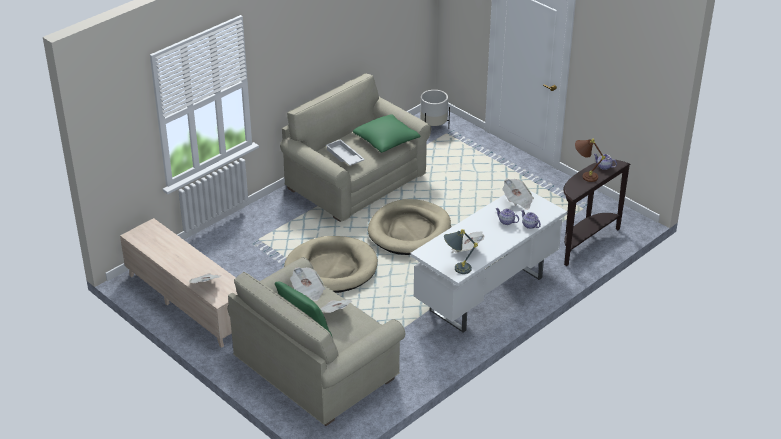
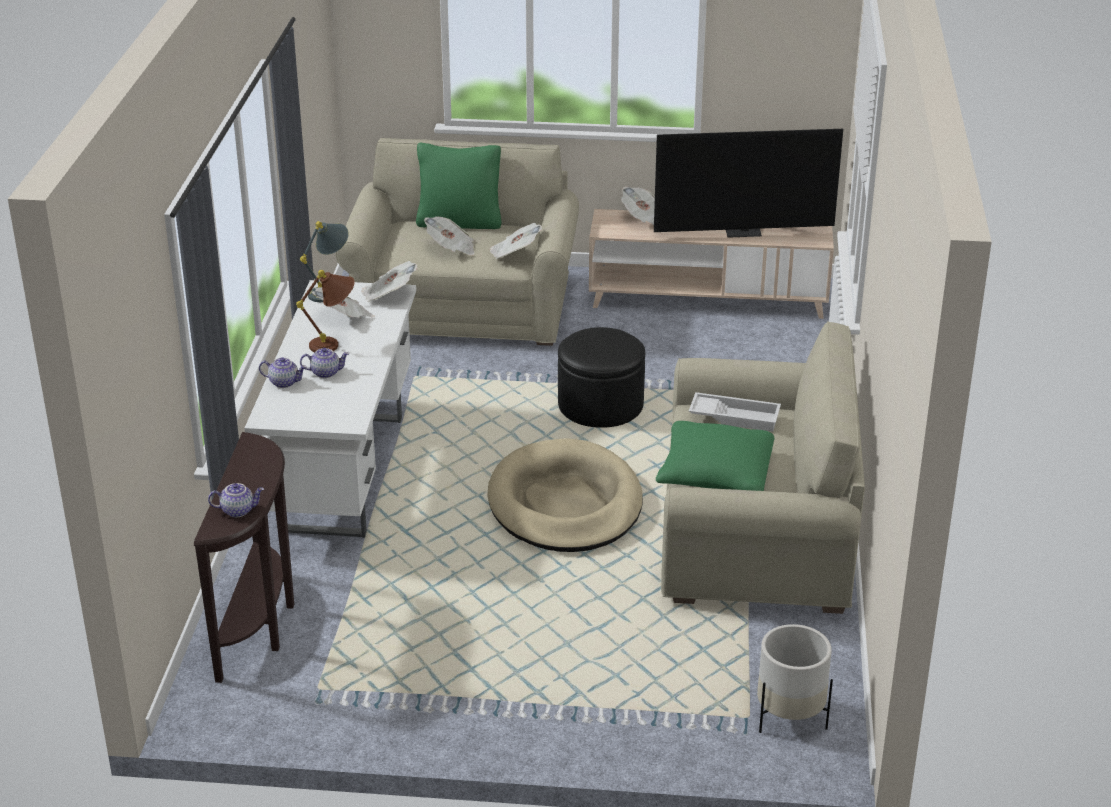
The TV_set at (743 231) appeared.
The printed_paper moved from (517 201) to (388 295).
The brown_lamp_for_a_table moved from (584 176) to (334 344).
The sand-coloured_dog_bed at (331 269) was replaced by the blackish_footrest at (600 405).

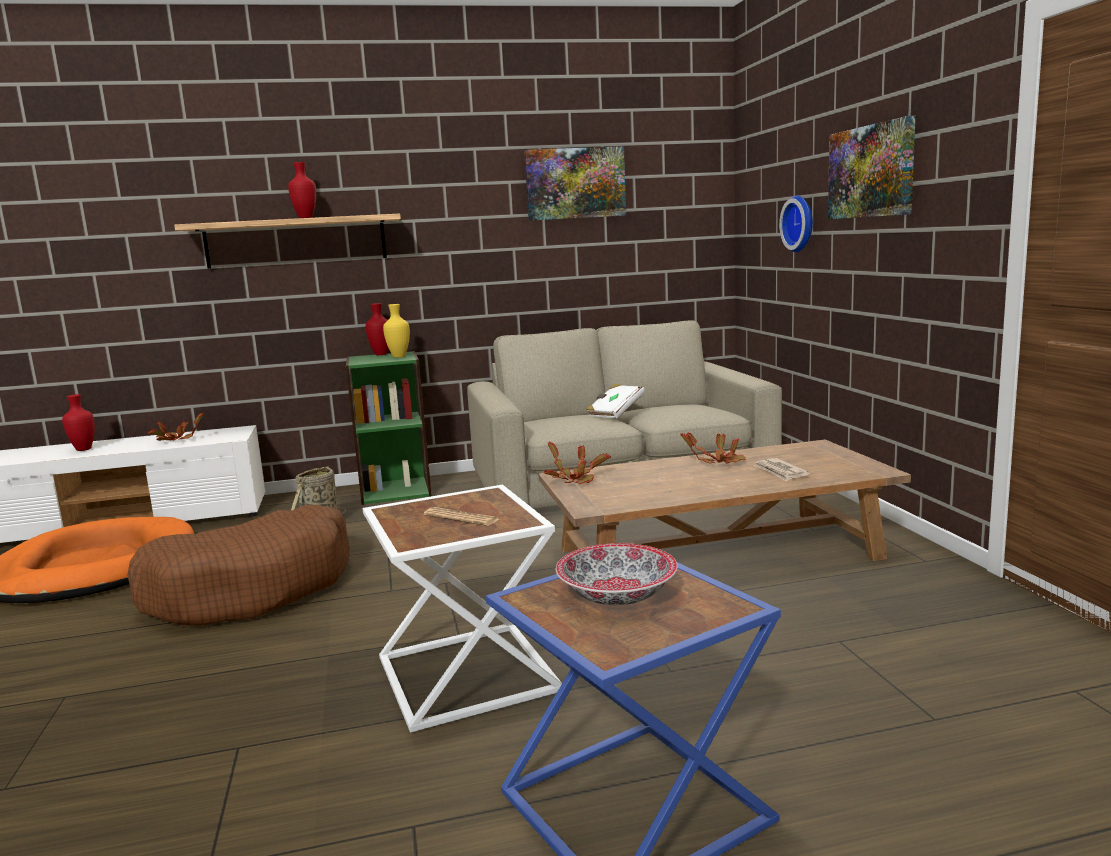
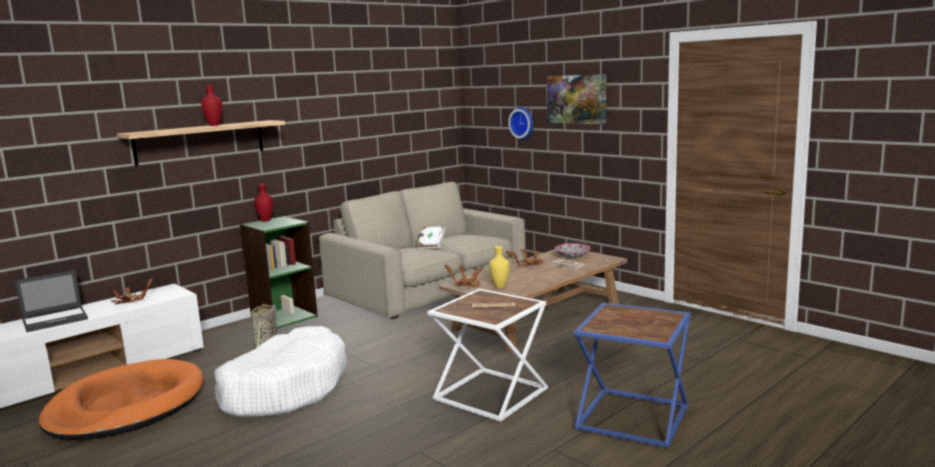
The wall_picture at (575 183) disappeared.
The yellow-coloured_flower_vase moved from (399 356) to (499 286).
The serving_bowl moved from (617 595) to (572 256).
The reddish_flower_vase at (85 449) was replaced by the portable_computer at (56 319).
The brown_dog_bed at (252 588) became the whitish_dog_bed at (285 388).

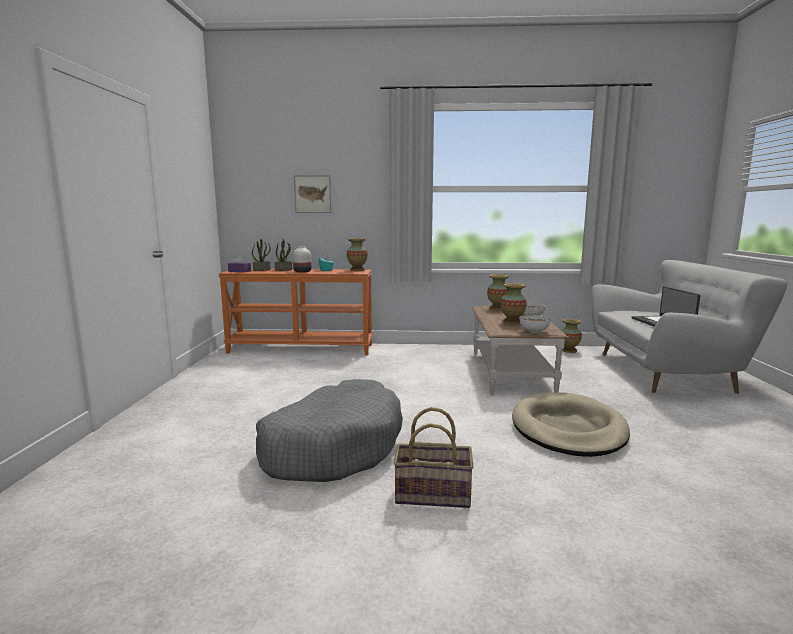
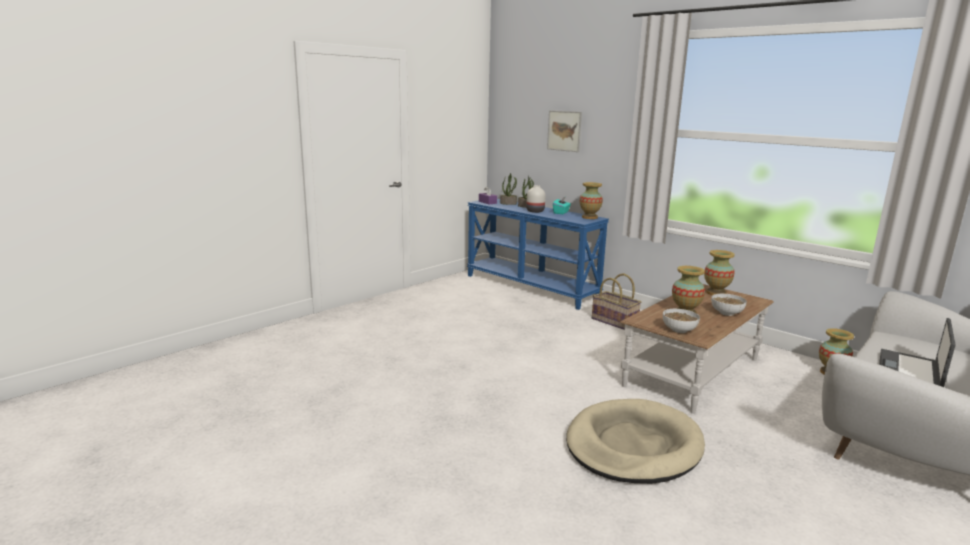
The grey_dog_bed at (332 447) disappeared.
The basket moved from (433 494) to (615 321).
The orange_narrow_table at (301 348) became the blue_narrow_table at (531 287).

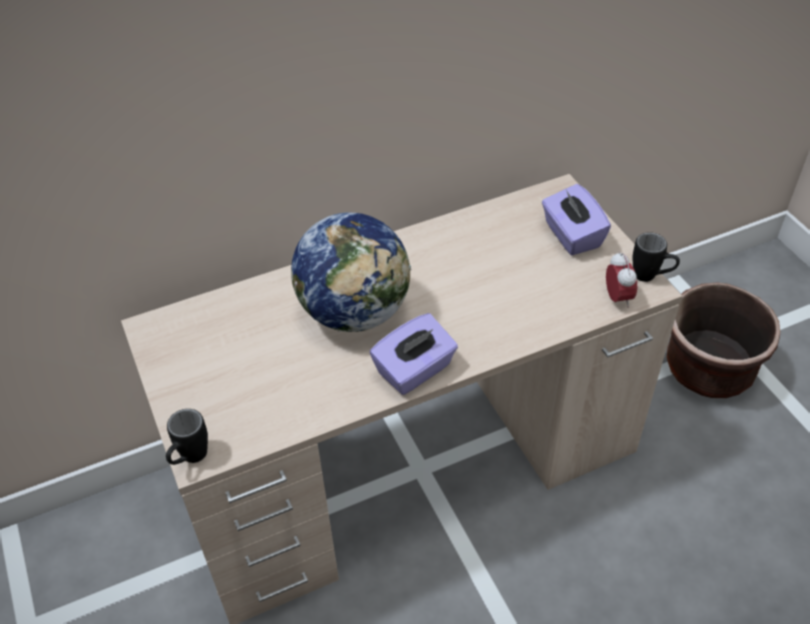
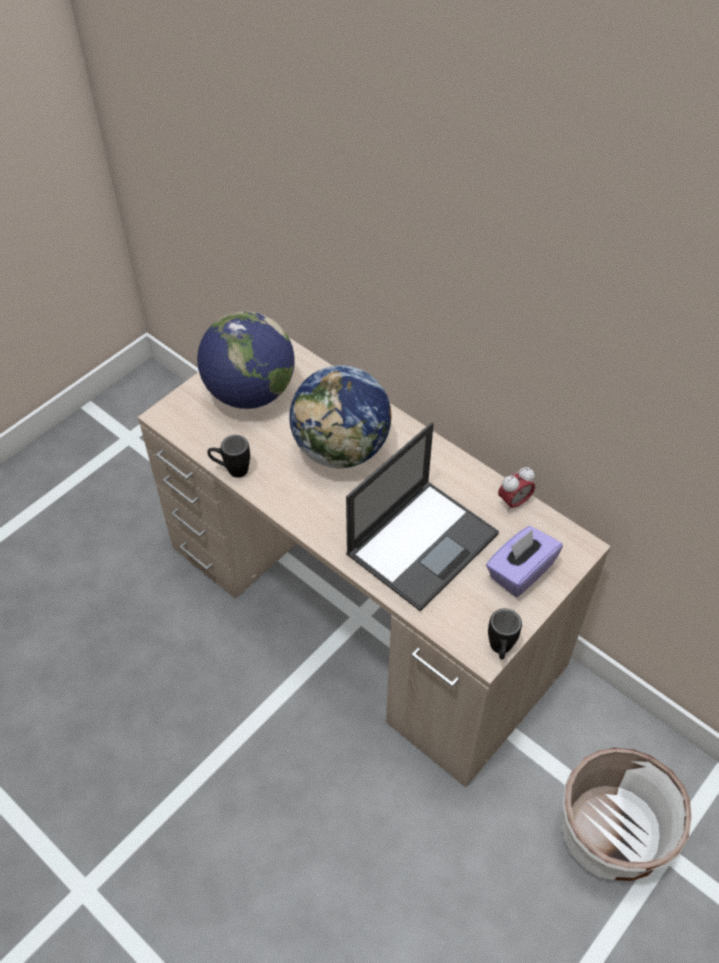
The purple-coloured_tissue_holder at (415 370) disappeared.
The globe at (250 393) appeared.
The portable_computer at (423 542) appeared.
The blackish_coffee_mug moved from (190 459) to (231 470).
The alarm_clock moved from (617 298) to (514 502).
The brown_planter at (709 368) became the whitish_planter at (611 834).

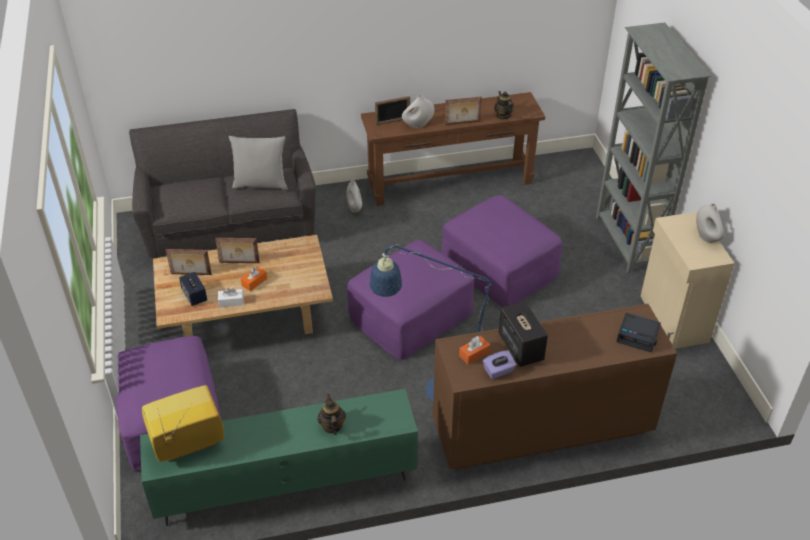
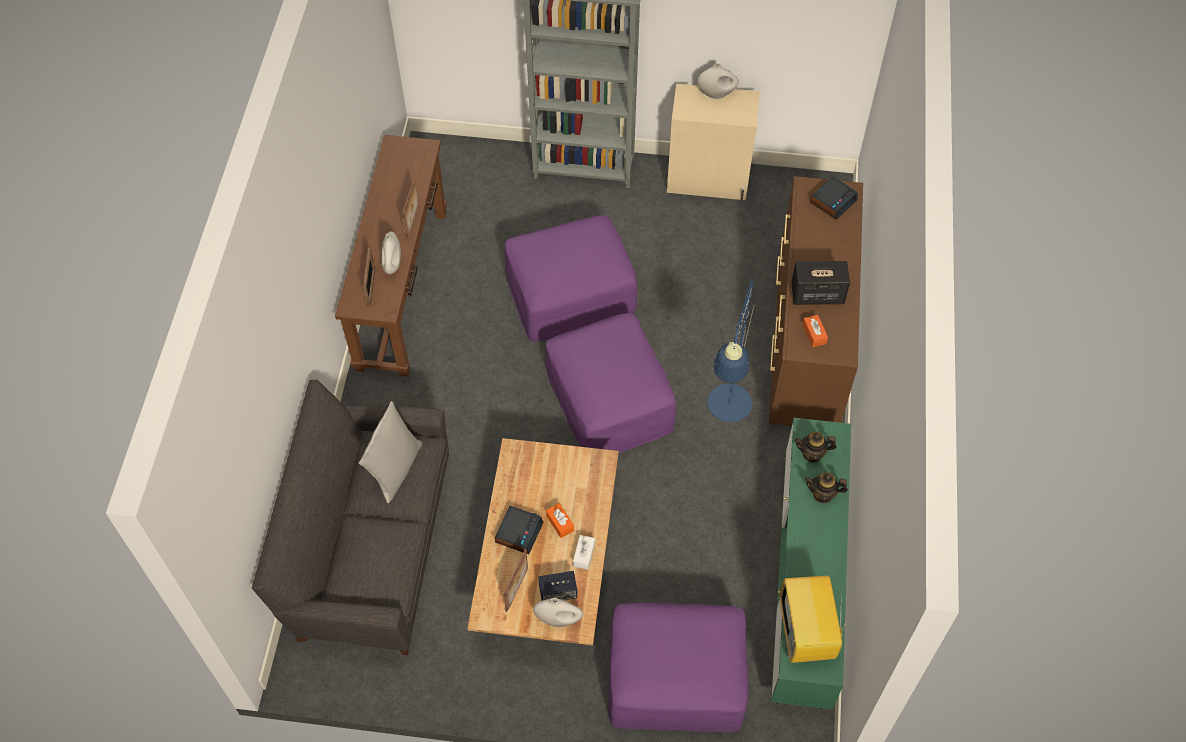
The purple-coloured_tissue_holder at (498 371) disappeared.
The whitish_flower_vase moved from (354 208) to (558 620).
The teapot moved from (503 116) to (812 454).
The standing_frame at (239 263) was replaced by the alarm_clock at (519 532).

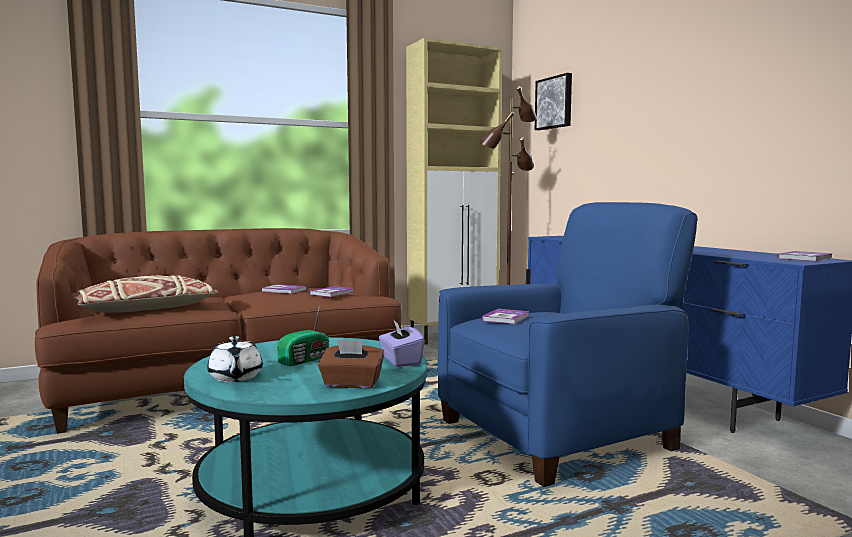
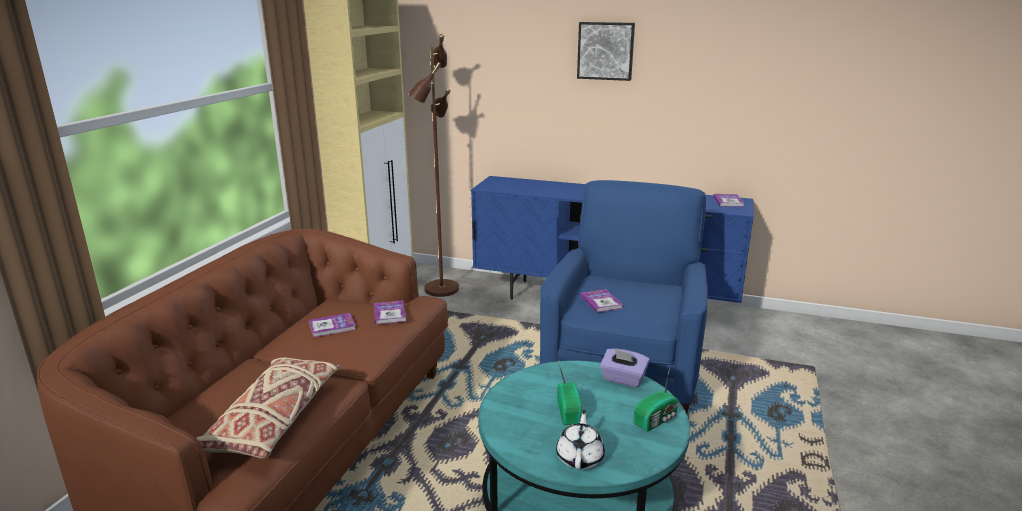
The wall_picture moved from (554 102) to (605 51).
The brown_tissue_holder at (351 384) was replaced by the radio_set at (657 420).
The whitish_teapot at (235 377) turned 105 degrees counterclockwise.

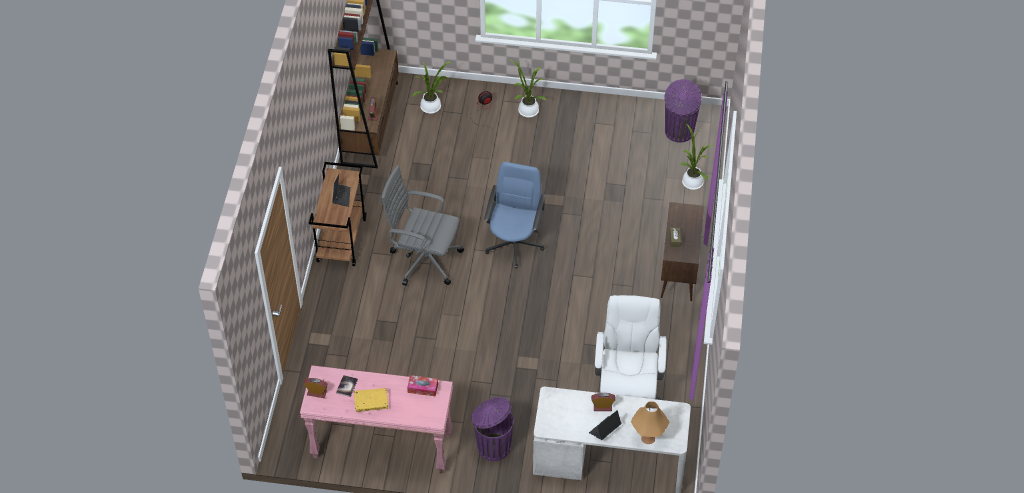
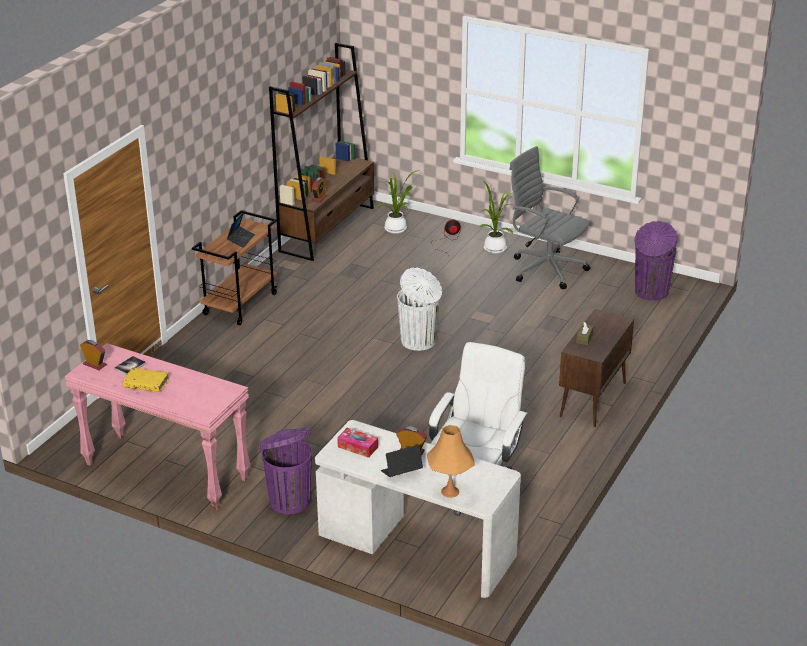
The plant_in_a_pot at (692 181) disappeared.
The grey_office_chair moved from (424 259) to (546 268).
The tissue_holder moved from (422 388) to (357 447).
The blue_office_chair at (514 243) was replaced by the whitish_trash_can at (419 341).

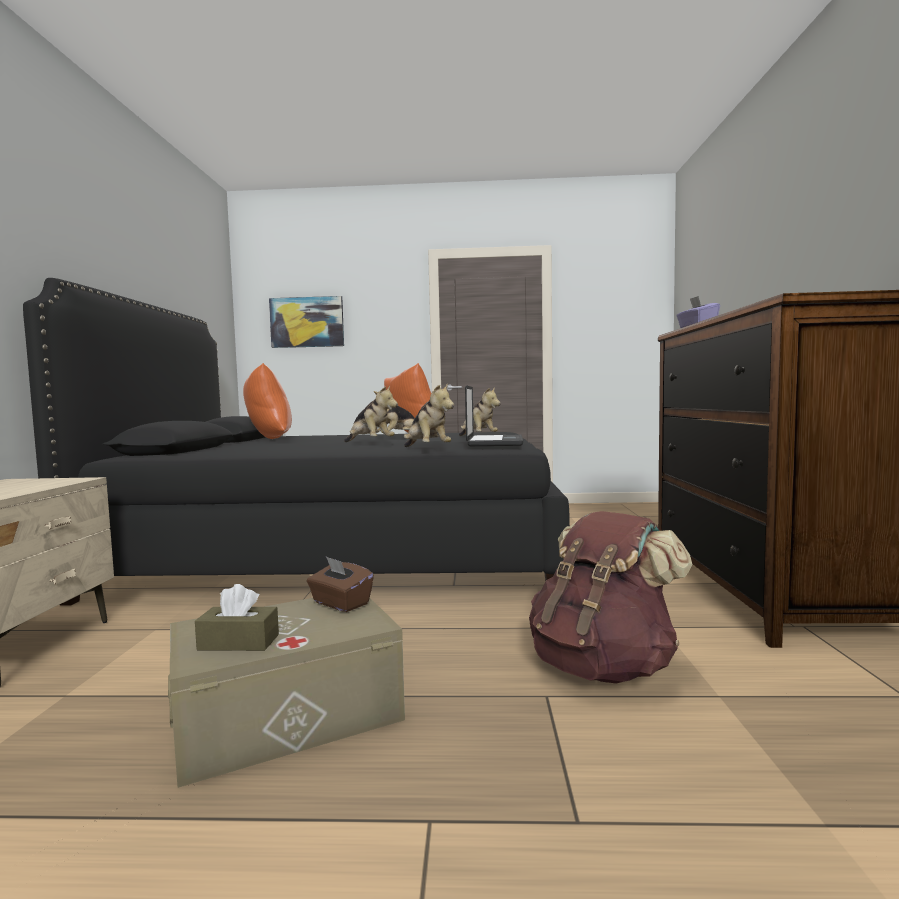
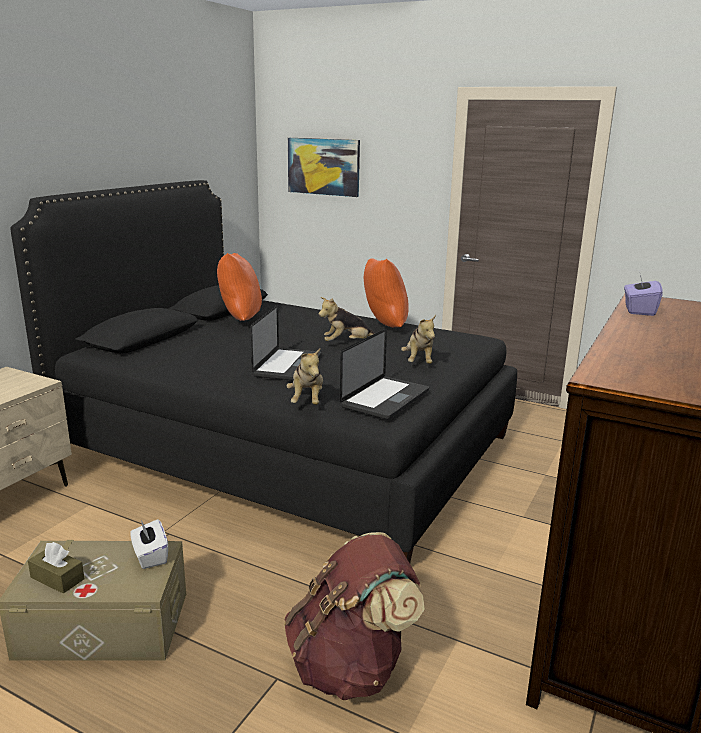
The cuddly_toy at (370 443) was replaced by the portable_computer at (288 366).
The brown_tissue_holder at (340 603) became the whitish_tissue_holder at (150 556).

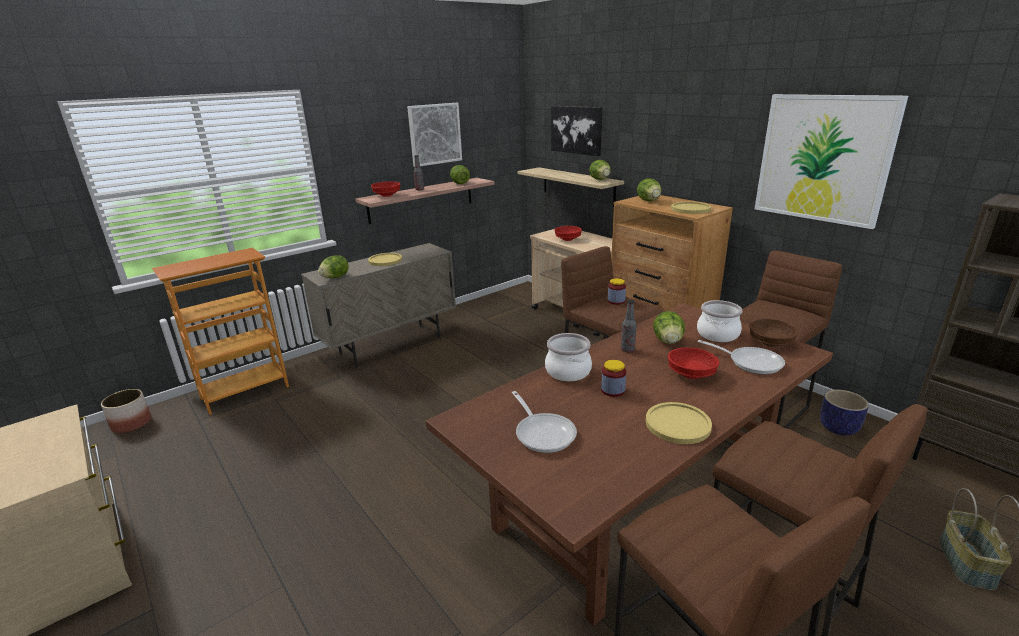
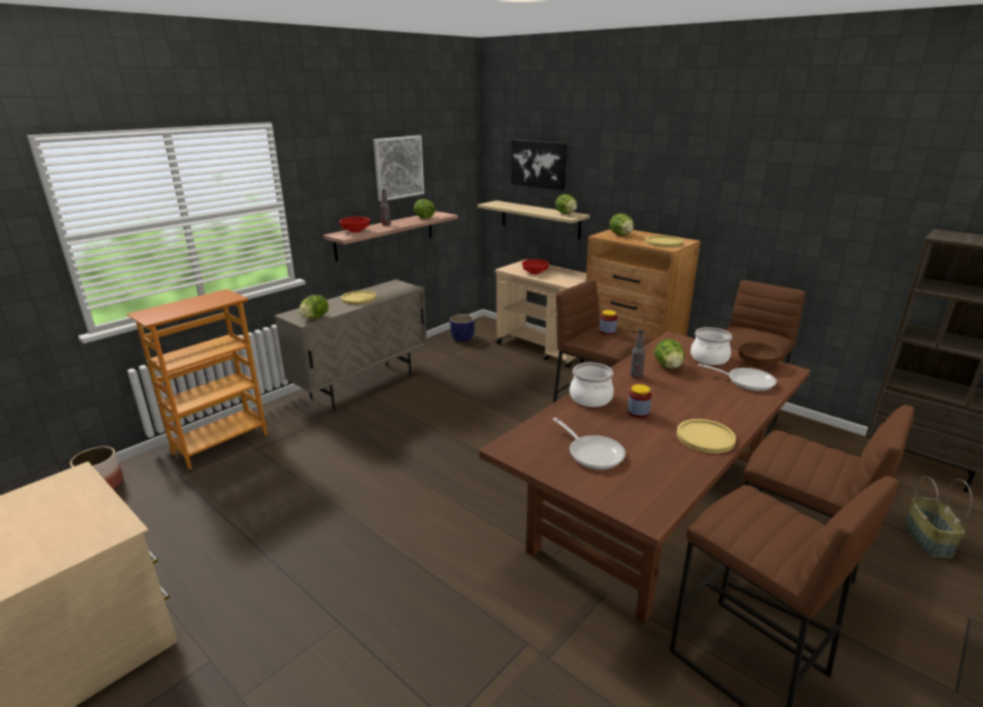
The reddish_serving_bowl at (691 374) disappeared.
The wall_picture at (823 159) disappeared.
The planter moved from (839 428) to (463 338).

